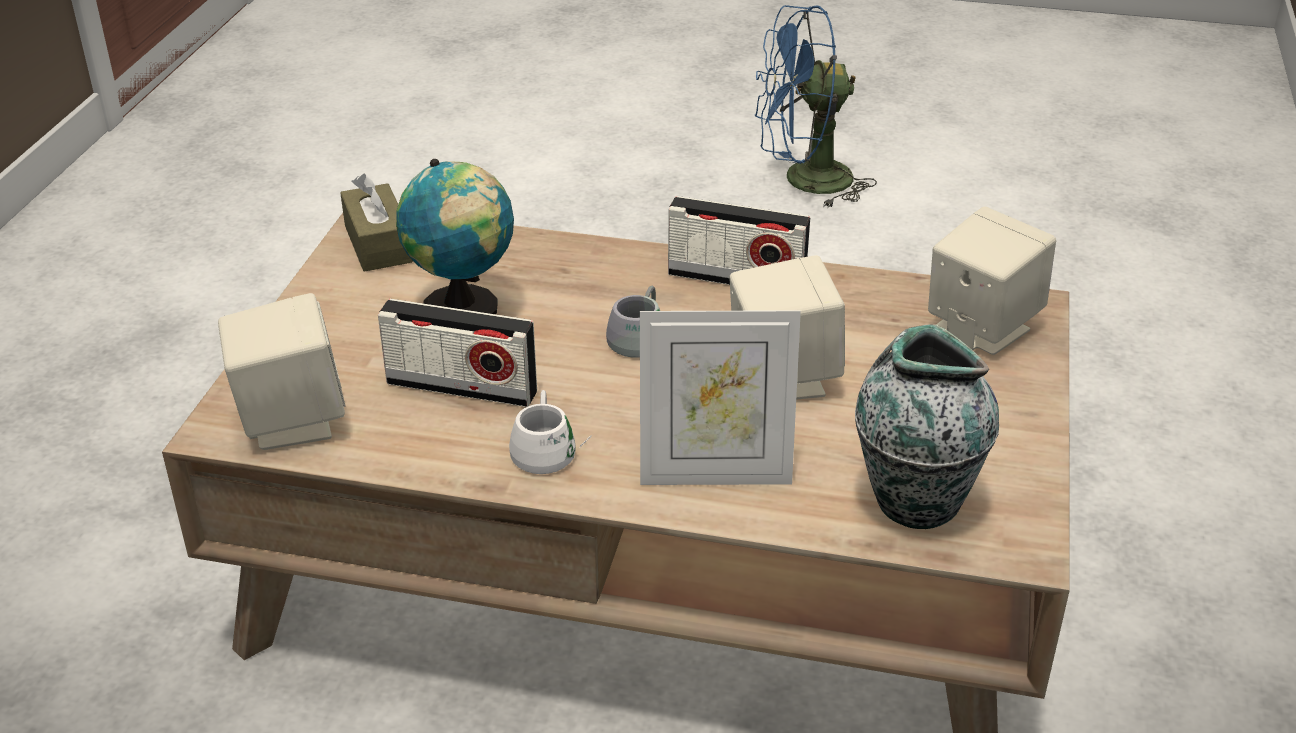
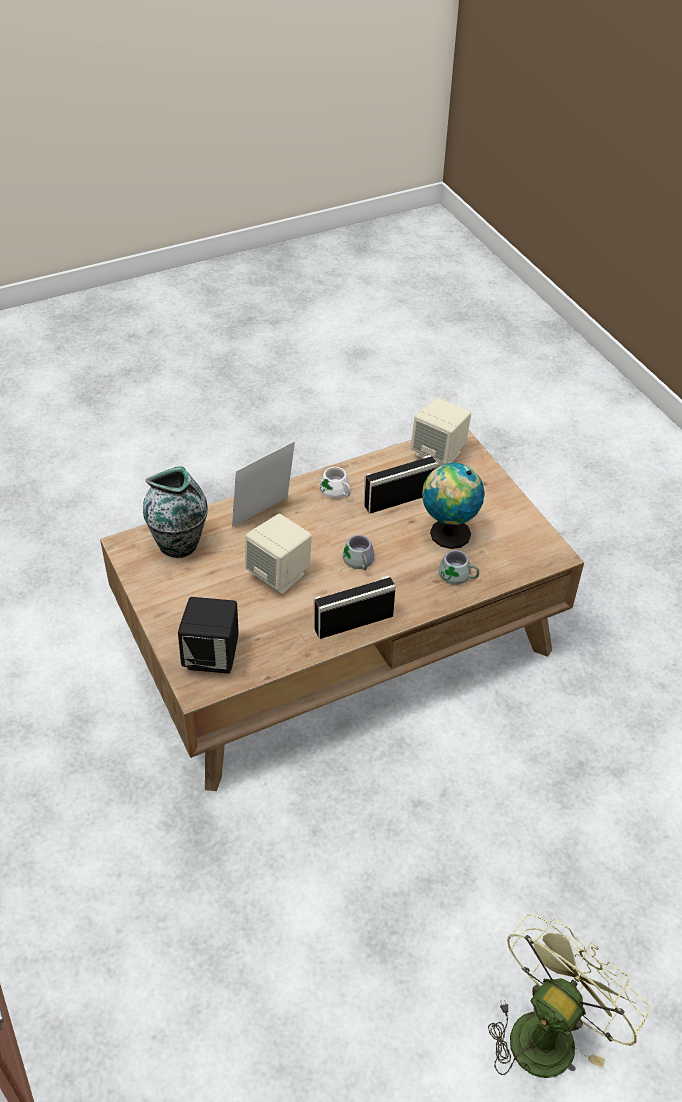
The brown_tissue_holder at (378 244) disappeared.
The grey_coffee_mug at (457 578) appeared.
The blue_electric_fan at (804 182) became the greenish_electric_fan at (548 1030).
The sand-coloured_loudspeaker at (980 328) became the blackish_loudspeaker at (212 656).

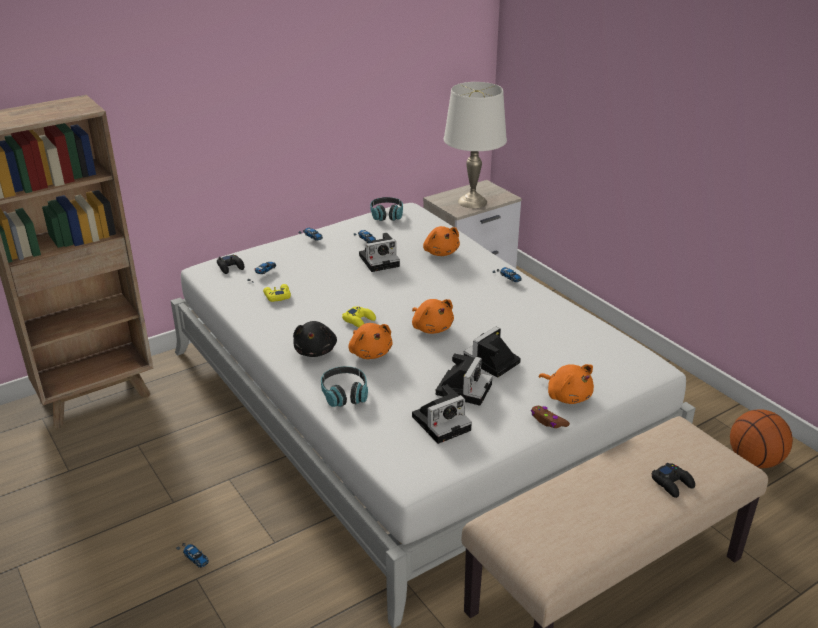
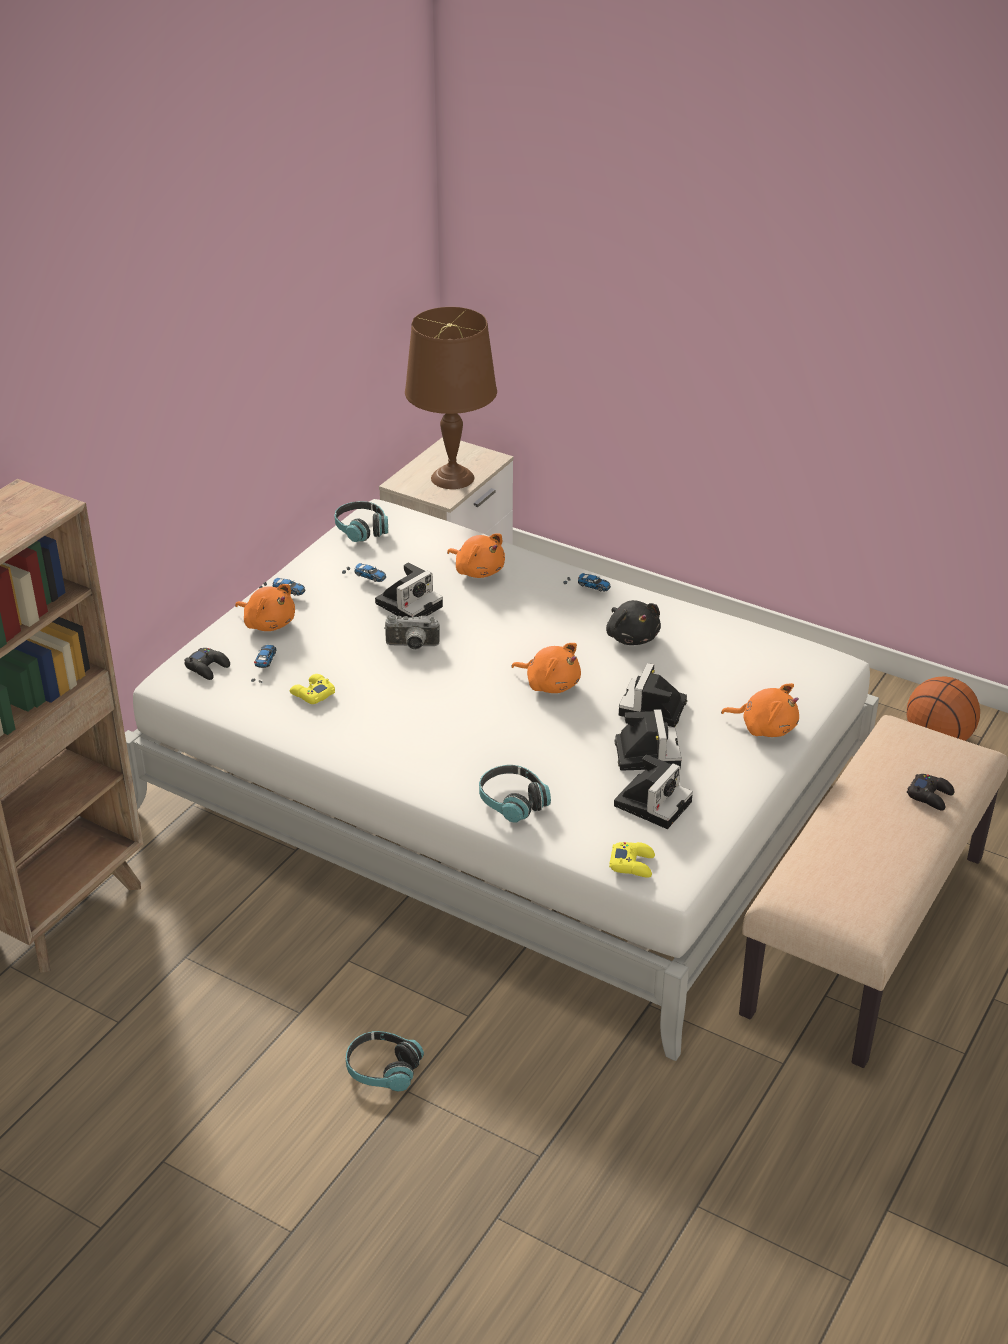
The brown_joypad at (548 421) disappeared.
The still_camera at (412 646) appeared.
The blackish_cuddly_toy moved from (316 351) to (632 637).
The yellow-coloured_joypad moved from (359 320) to (632 864).
The orange_cuddly_toy moved from (370 352) to (268 623).
The toy_car at (193 558) was replaced by the headset at (383 1069).
The whitish_lamp_for_a_table at (472 202) became the brown_lamp_for_a_table at (452 478).

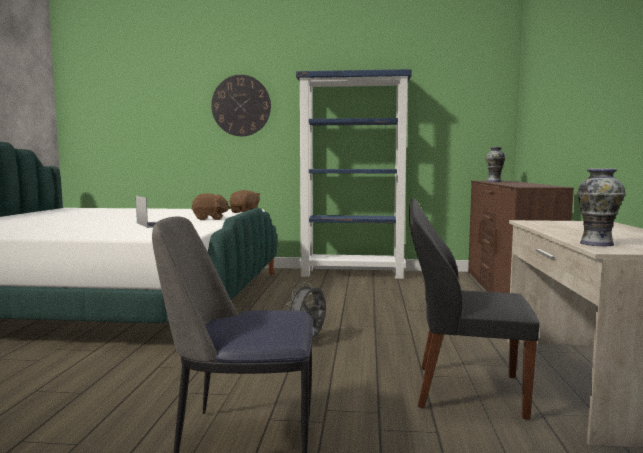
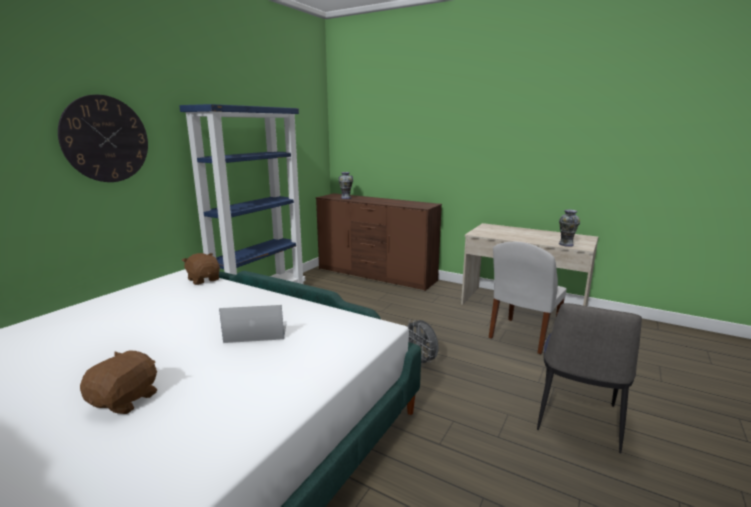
The brown_cuddly_toy moved from (210 219) to (126 400).
The blackish_upright_chair at (465 390) became the whitish_upright_chair at (522 336).

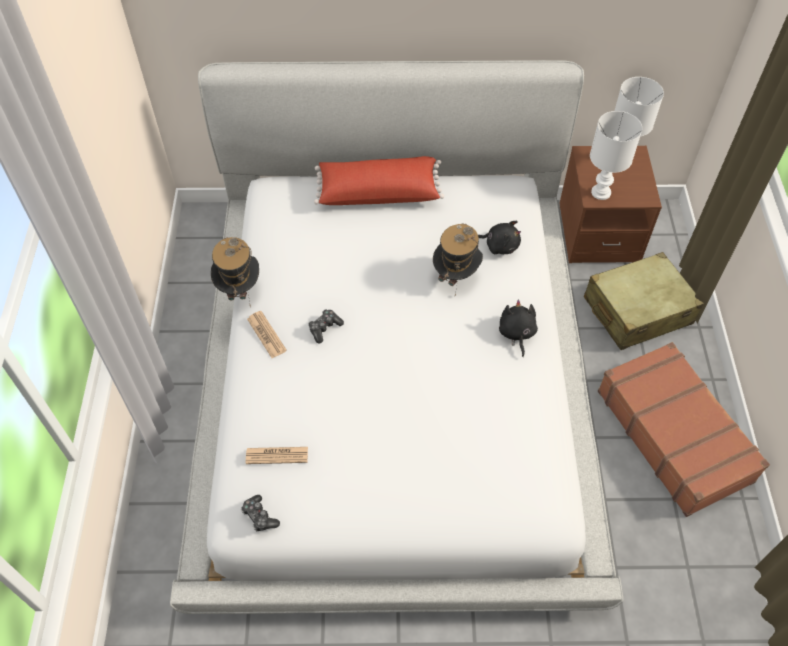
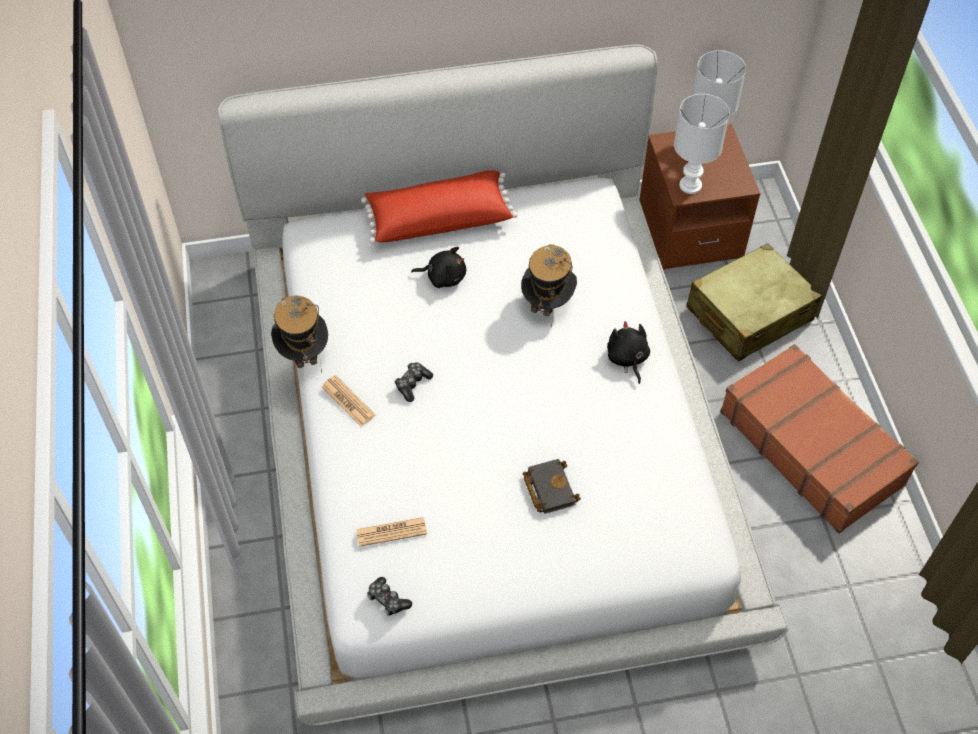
The blackish_volume at (548 488) appeared.
The blackish_cuddly_toy moved from (499 245) to (443 277).

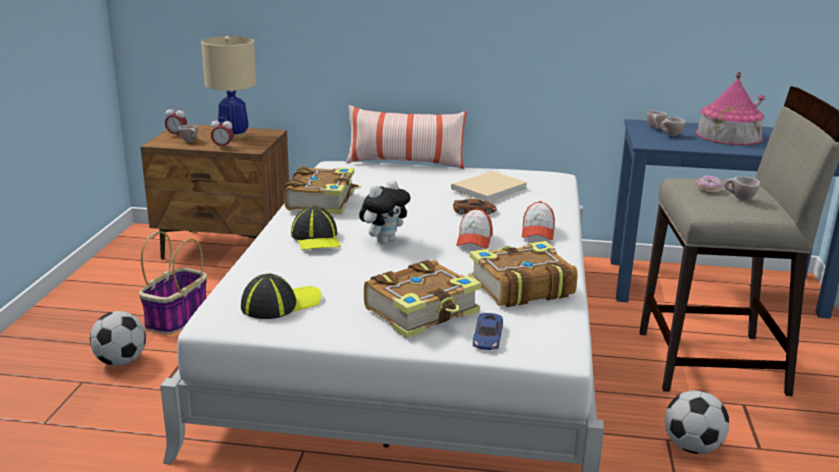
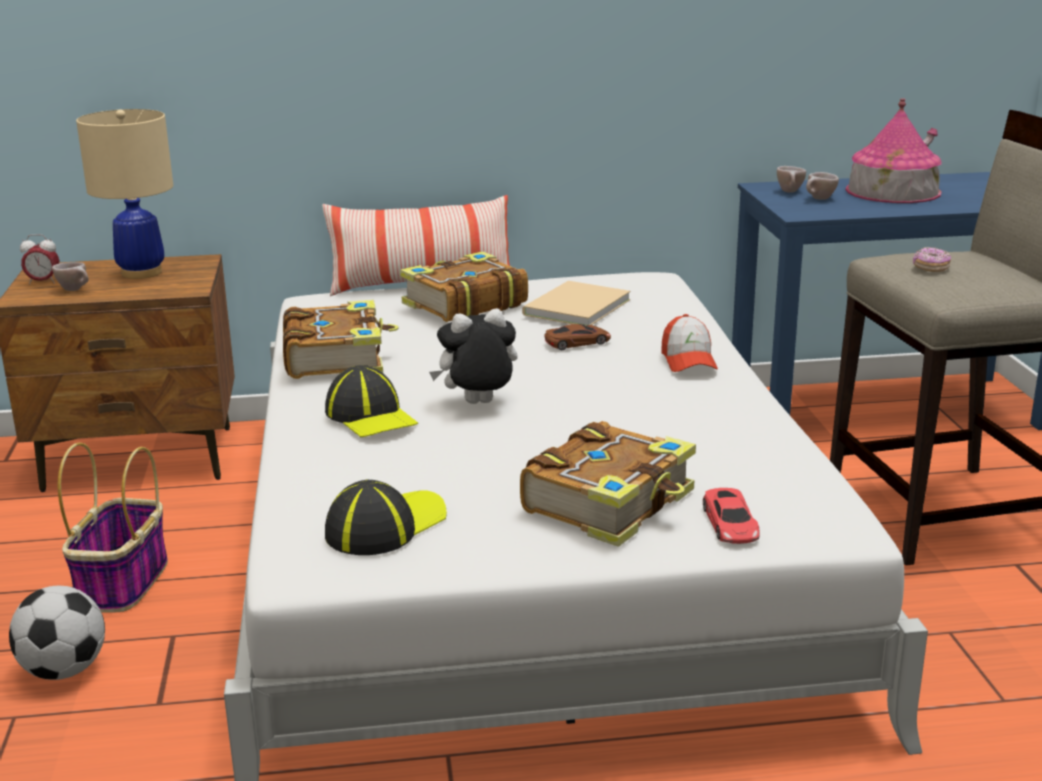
The alarm_clock at (223 147) disappeared.
The cap at (474 240) disappeared.
The ball_for_football at (692 447) disappeared.
The sand-coloured_drinking_cup at (739 199) disappeared.
The volume moved from (519 287) to (463 304).
The blue_toy_car at (487 337) became the reddish_toy_car at (730 524).
The cuddly_toy at (384 240) turned 135 degrees counterclockwise.

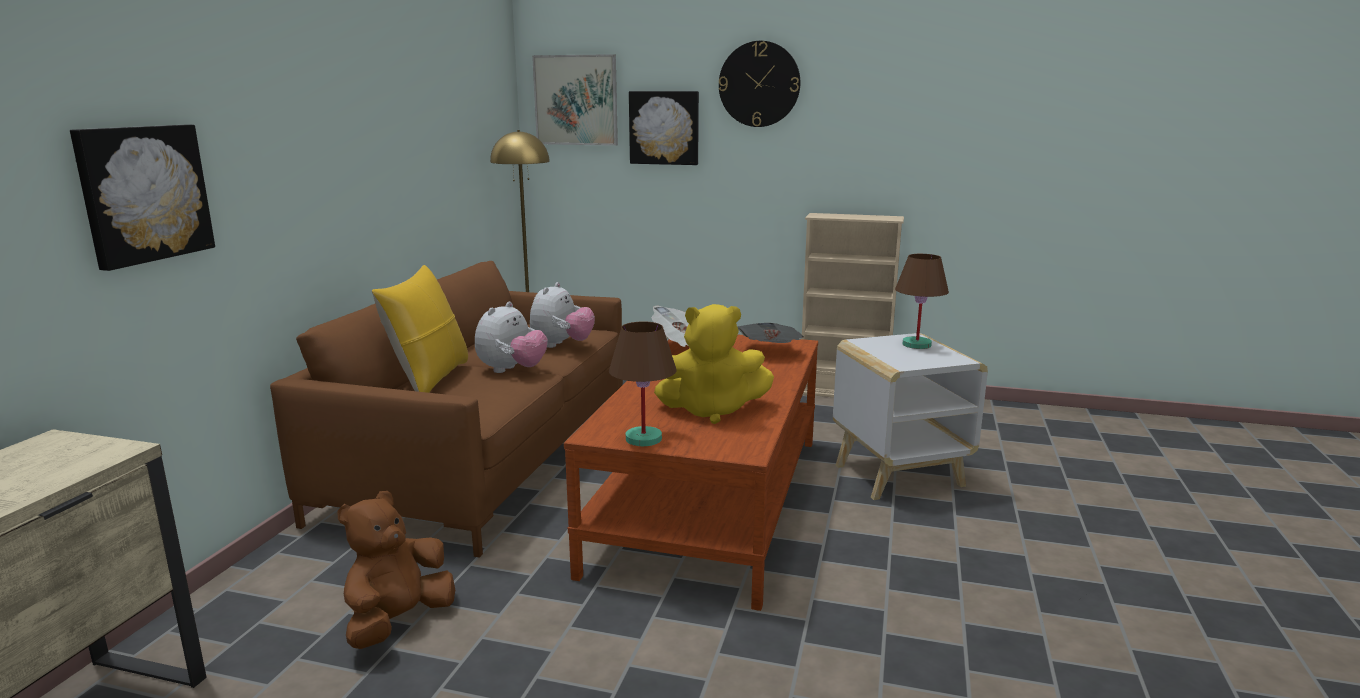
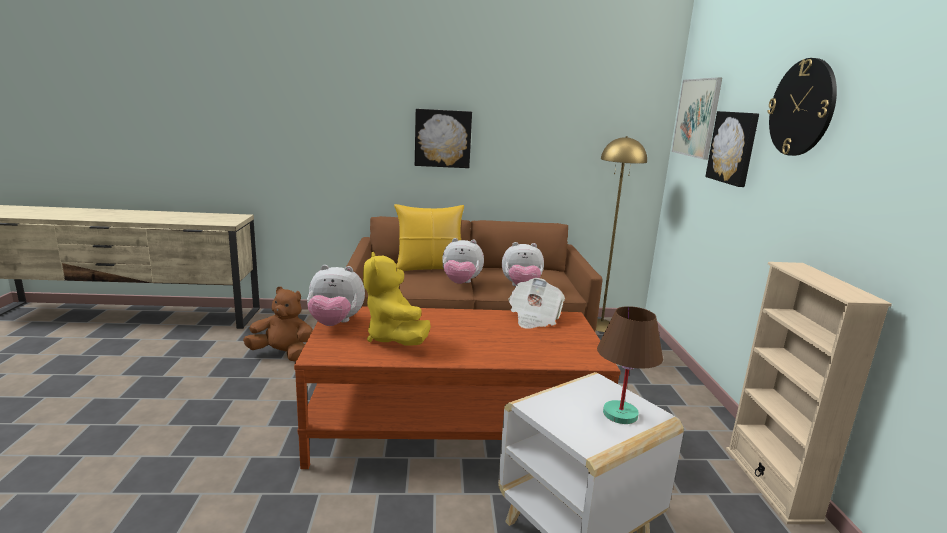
The printed_paper at (770 351) disappeared.
The wall_picture moved from (143 193) to (443 138).
The brown_lamp_for_a_table at (643 438) was replaced by the cuddly_toy at (335 323).

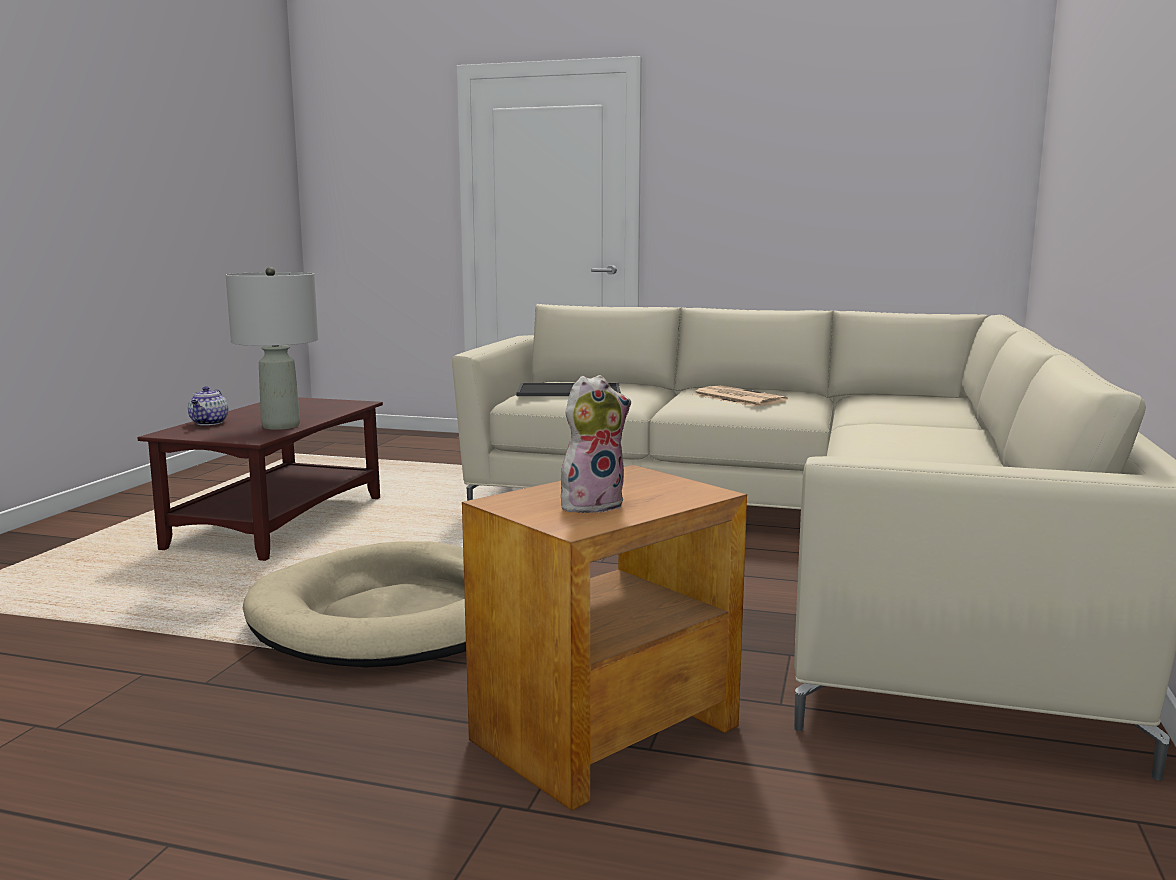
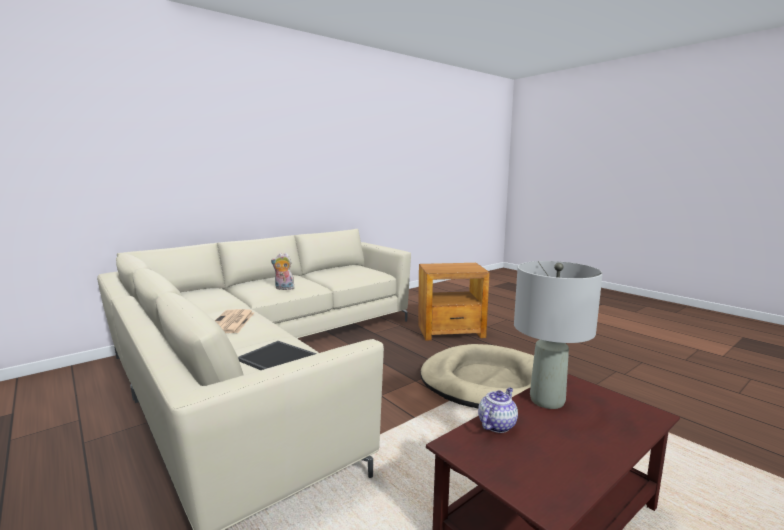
The teapot moved from (209 423) to (497 424).
The cuddly_toy moved from (592 504) to (283 288).

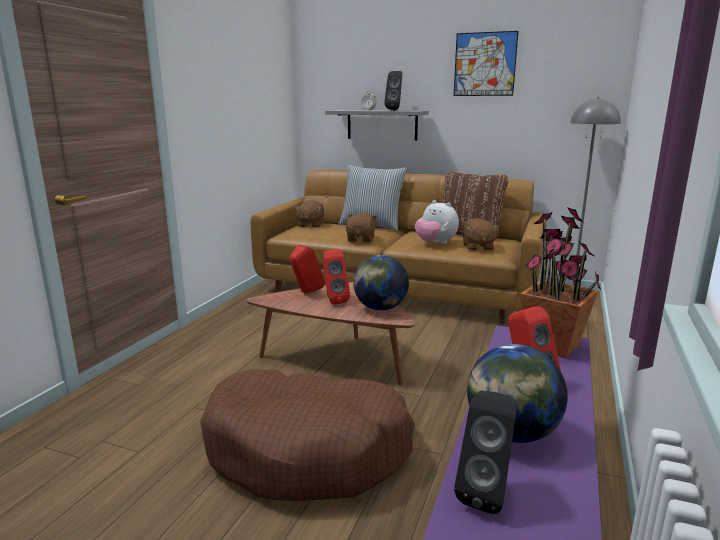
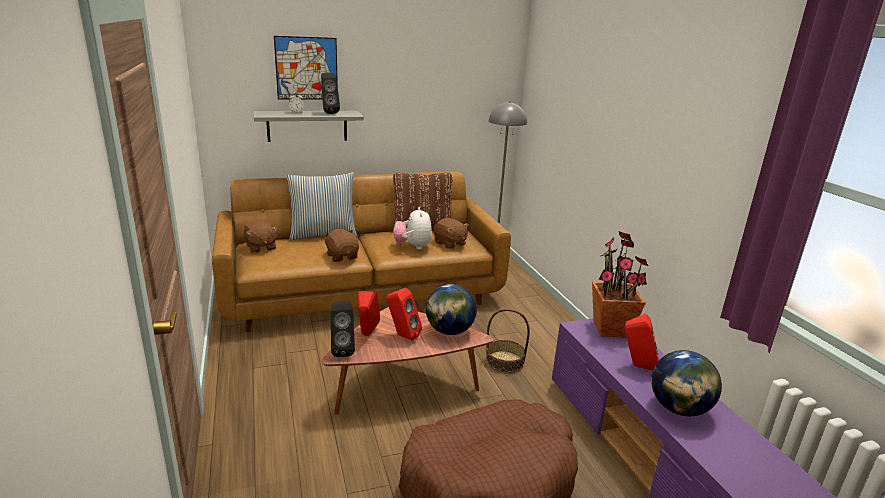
The basket at (505 361) appeared.
The wall_picture moved from (485 64) to (306 68).
The blackish_loudspeaker moved from (486 493) to (342 350).
The cuddly_toy at (435 243) turned 75 degrees clockwise.

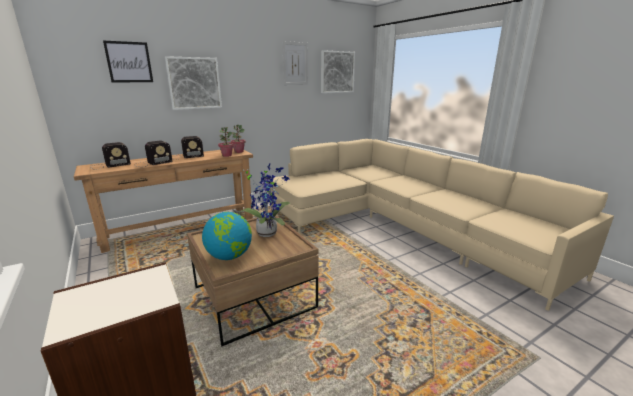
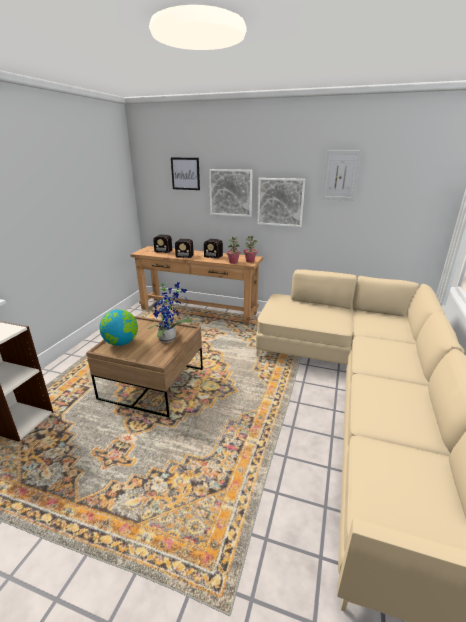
The wall_picture moved from (337 72) to (280 202).

